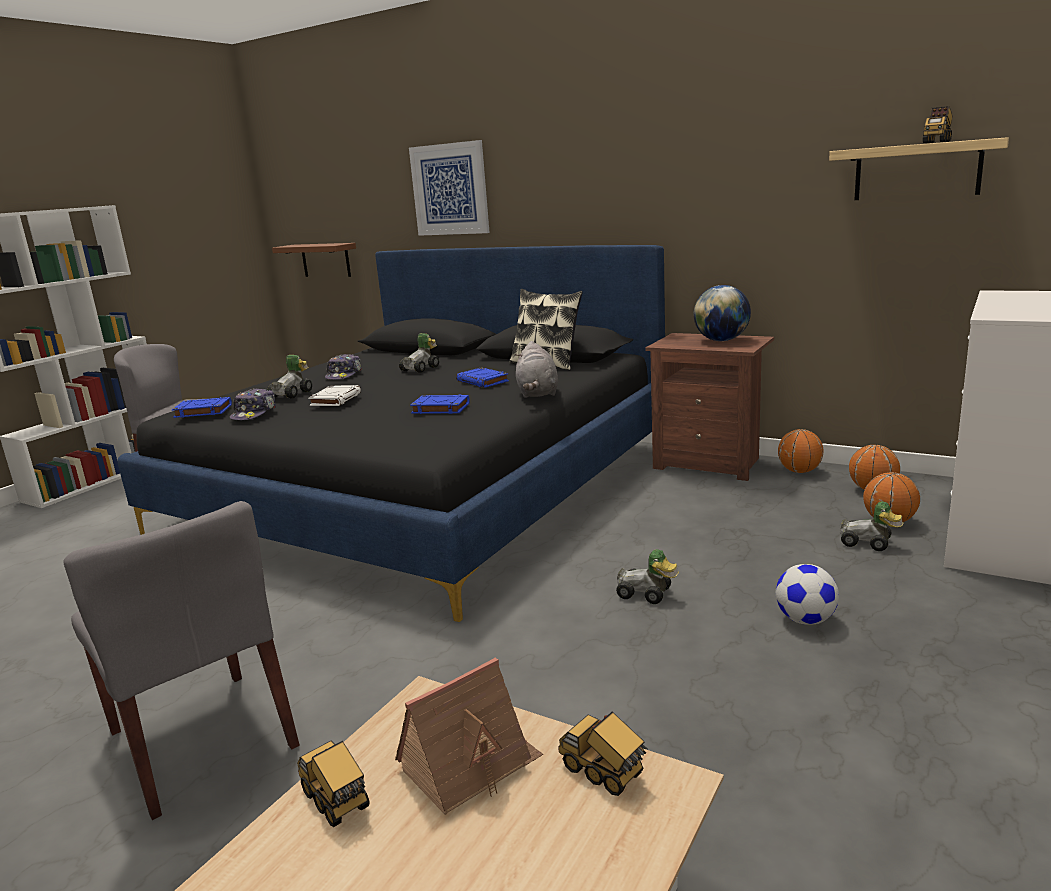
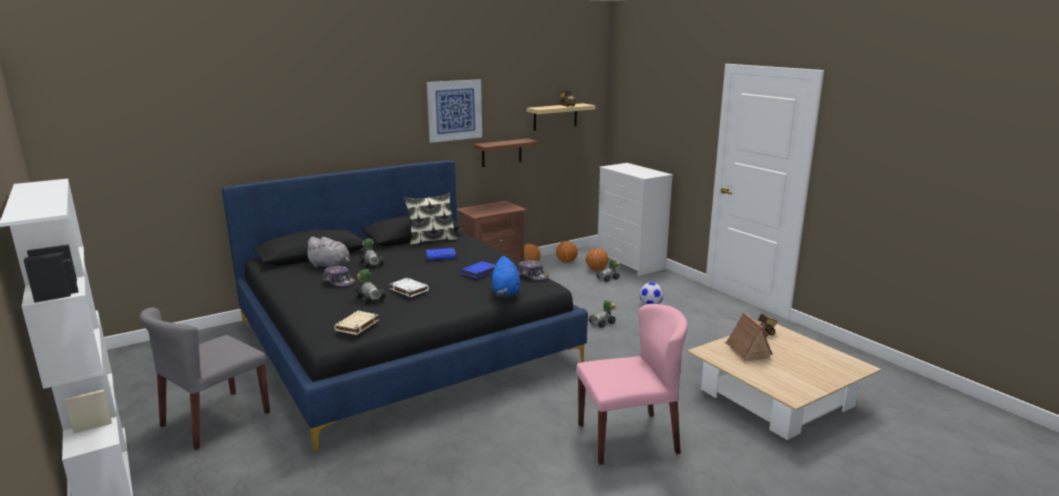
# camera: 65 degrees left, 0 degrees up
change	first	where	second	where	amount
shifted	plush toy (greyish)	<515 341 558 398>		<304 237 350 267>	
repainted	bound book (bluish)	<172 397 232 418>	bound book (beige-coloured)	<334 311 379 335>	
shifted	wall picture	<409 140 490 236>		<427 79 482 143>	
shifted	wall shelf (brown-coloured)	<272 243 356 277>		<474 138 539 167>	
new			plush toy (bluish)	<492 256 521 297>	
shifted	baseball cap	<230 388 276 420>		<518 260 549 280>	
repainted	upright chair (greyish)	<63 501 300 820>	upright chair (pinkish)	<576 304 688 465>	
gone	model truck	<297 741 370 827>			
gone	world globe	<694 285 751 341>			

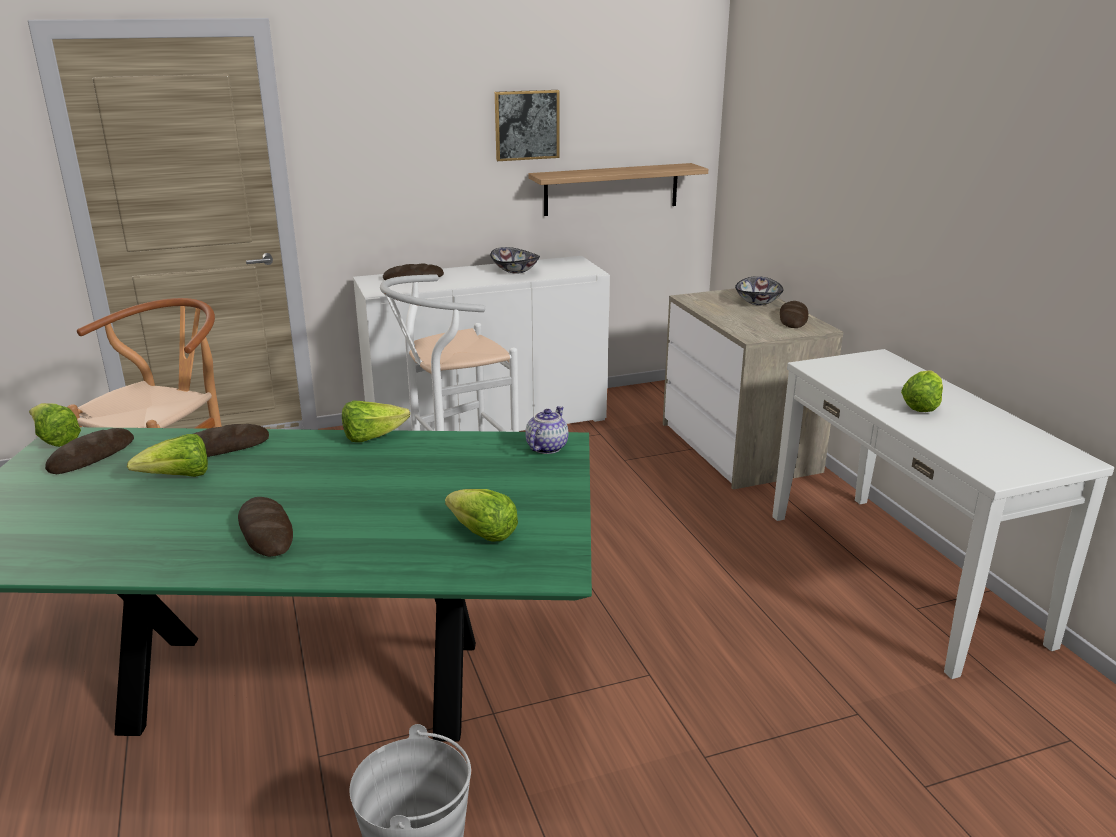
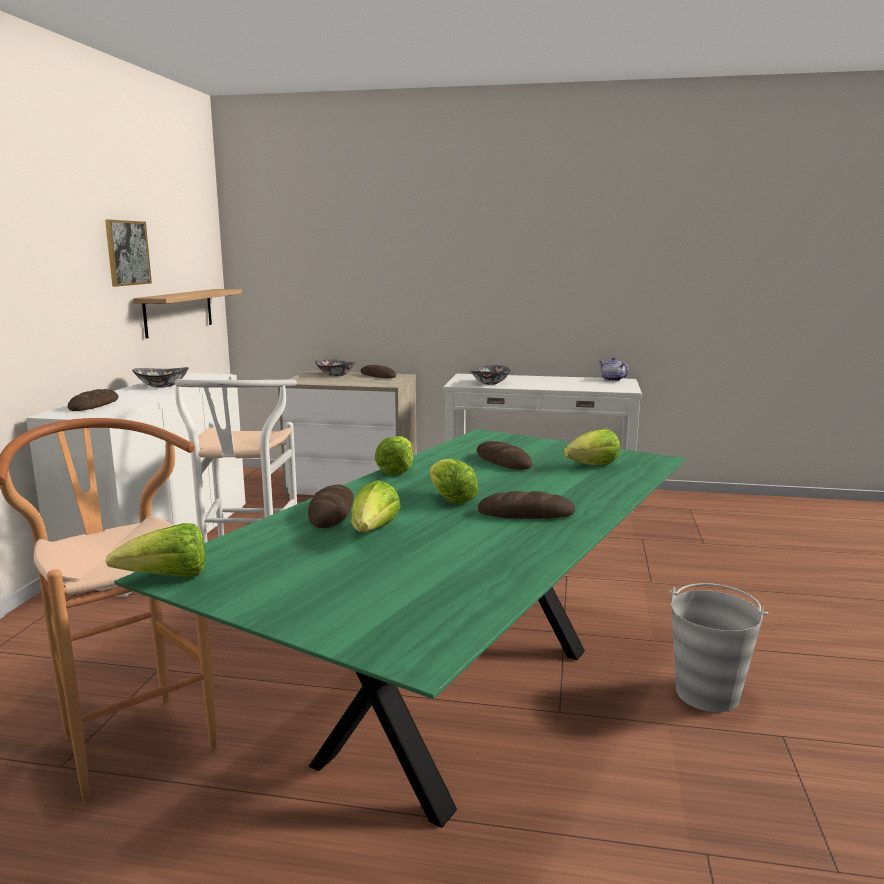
# camera: 60 degrees left, 10 degrees down
change	first	where	second	where	amount
shifted	head of lettuce	<901 371 943 412>		<430 459 478 504>	
new			serving bowl	<471 365 510 385>	
shifted	bread	<45 428 134 474>		<477 441 532 470>	
shifted	pot for tea	<525 406 569 454>		<599 357 629 381>	

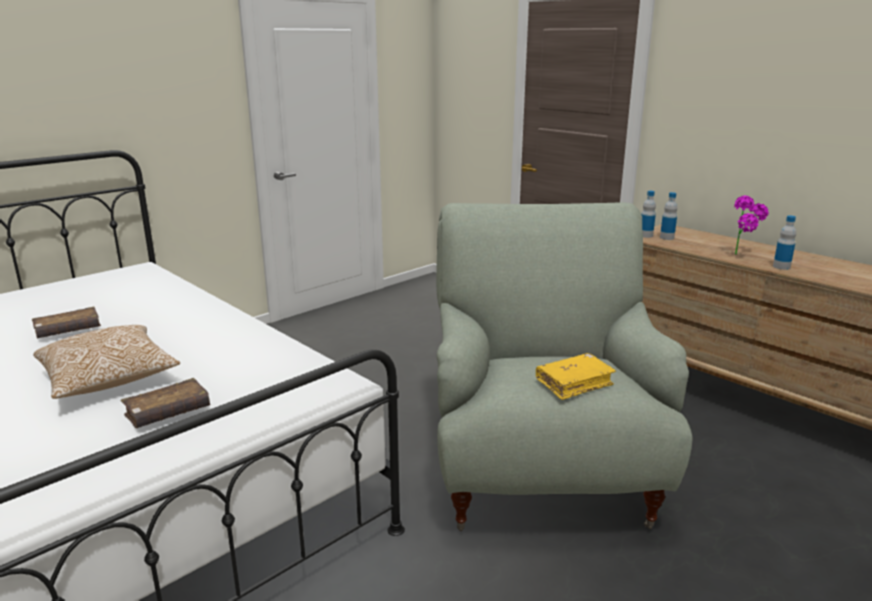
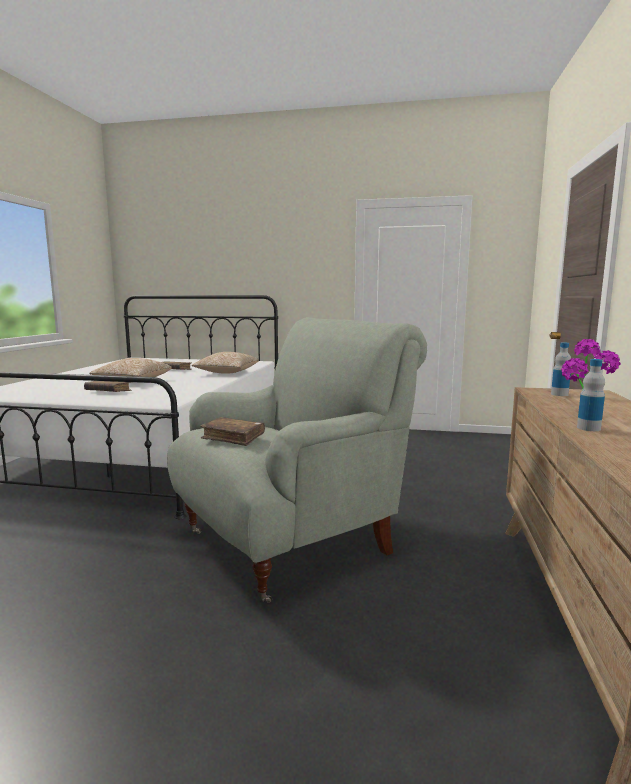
# camera: 55 degrees right, 10 degrees down
change	first	where	second	where	amount
new			throw pillow	<192 352 259 374>	
repainted	bound book (yellow)	<536 353 616 400>	bound book (brown-coloured)	<200 417 265 446>	
gone	beverage bottle	<641 191 656 238>			

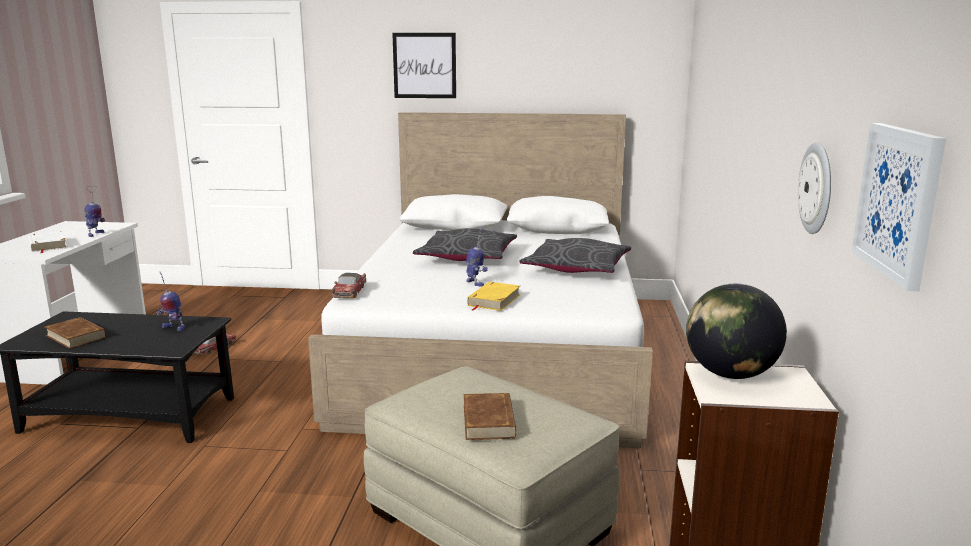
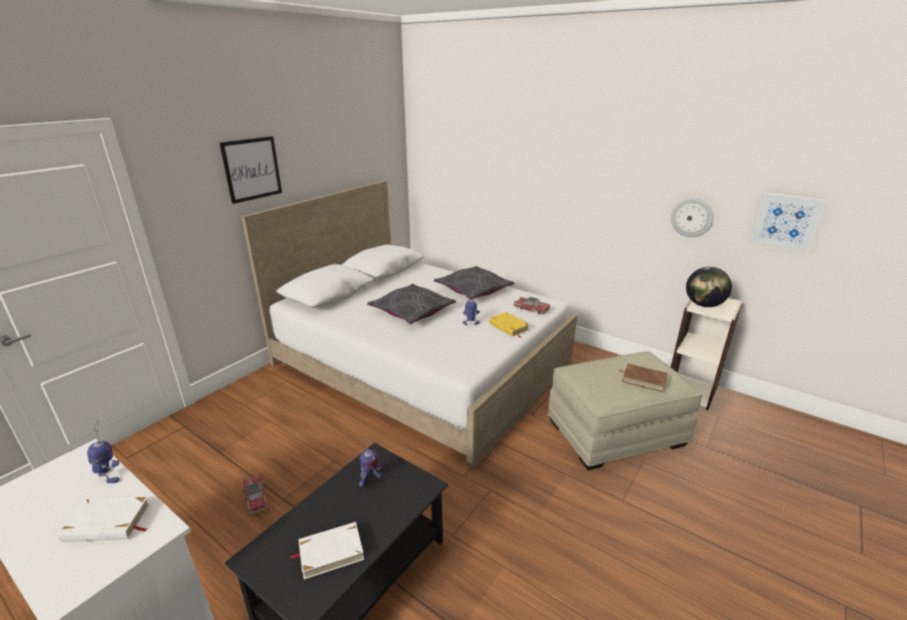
# camera: 60 degrees left, 10 degrees up
change	first	where	second	where	amount
repainted	bound book (brown-coloured)	<45 317 106 349>	bound book (white-coloured)	<290 522 364 579>	
shifted	toy car	<332 273 366 298>		<514 297 551 315>	

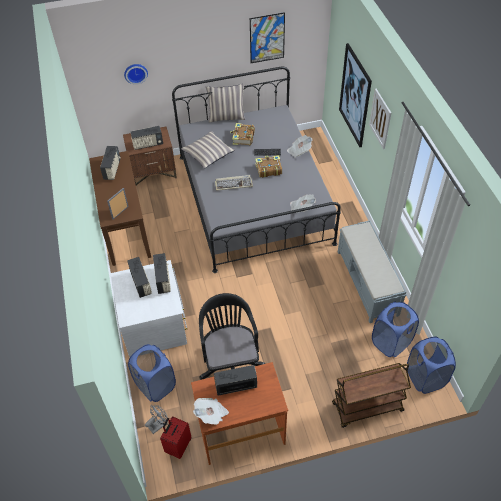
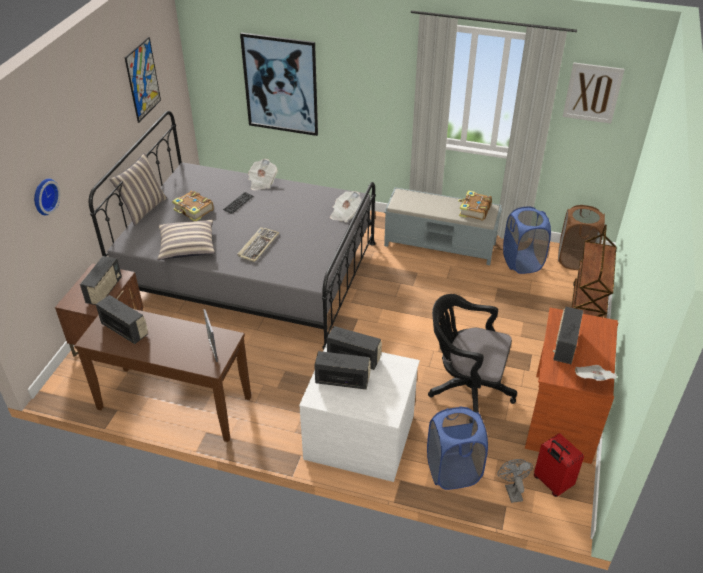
# camera: 60 degrees left, 10 degrees down
change	first	where	second	where	amount
shifted	bound book	<255 155 282 178>		<458 191 492 221>	
repainted	hamper (bluish)	<407 336 456 394>	hamper (brown-coloured)	<558 205 605 270>	
shifted	wall picture	<369 89 391 149>		<563 62 625 124>	

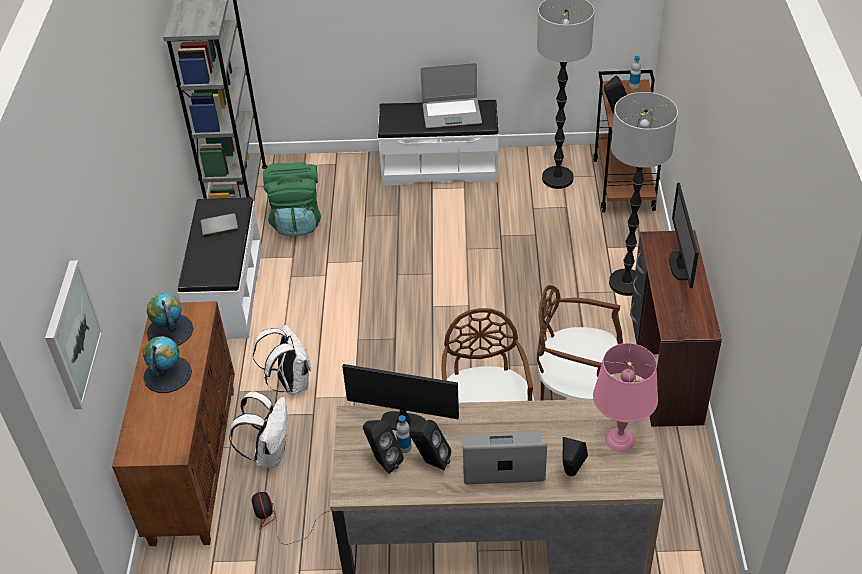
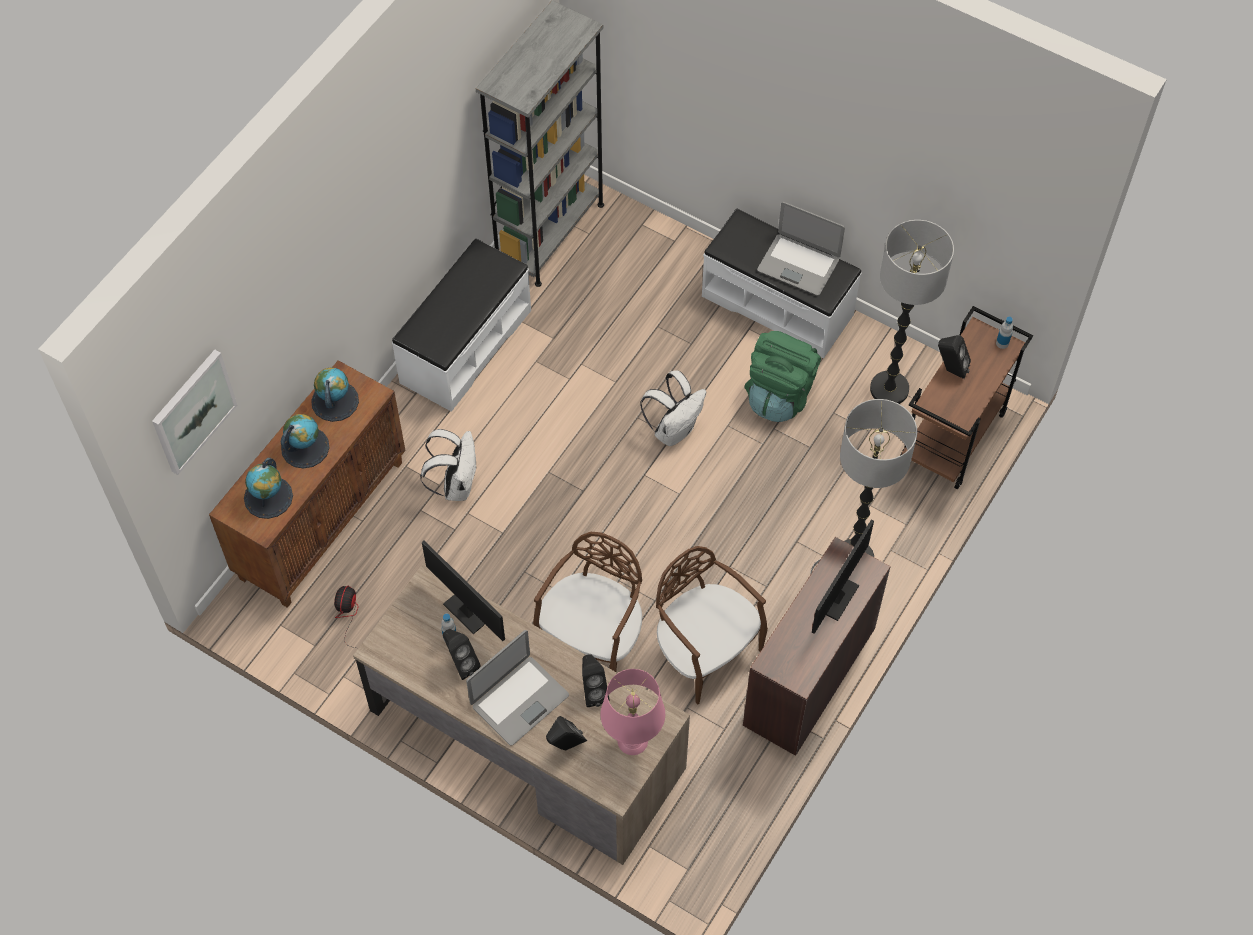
# camera: 30 degrees right, 15 degrees up
change	first	where	second	where	amount
new			world globe	<244 458 293 519>	
rotated	notebook computer	<462 432 547 484>		<466 630 569 745>	105 degrees clockwise
shifted	audio speaker (blackish)	<363 420 404 474>		<582 654 610 707>	
shifted	knapsack (white-coloured)	<229 391 288 468>		<640 370 707 446>	
shifted	knapsack (green)	<263 162 321 236>		<745 331 821 422>	
gone	bound book (greyish)	<200 213 239 238>			

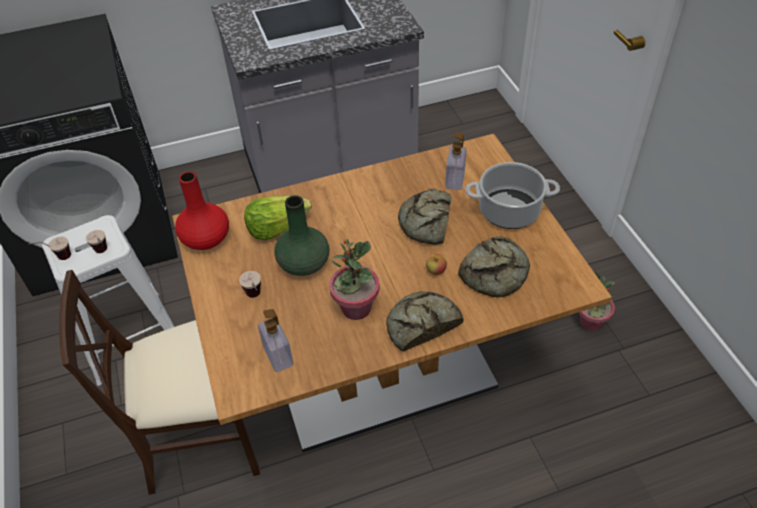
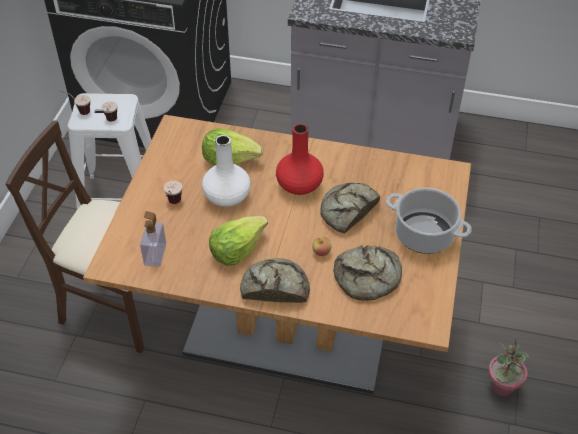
# camera: 30 degrees right, 0 degrees up
change	first	where	second	where	amount
repainted	decorative vase (green)	<274 195 329 276>	decorative vase (white-coloured)	<202 135 251 207>	
swapped	houseplant	<329 239 380 320>	head of lettuce	<209 216 268 266>	
shifted	decorative vase (reddish)	<175 171 229 250>		<276 124 324 195>	
gone	soap dispenser	<445 132 466 190>			

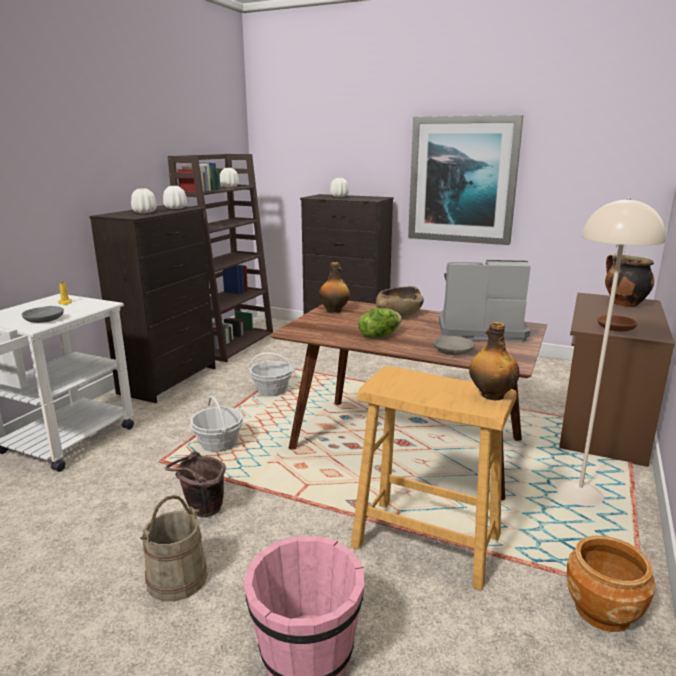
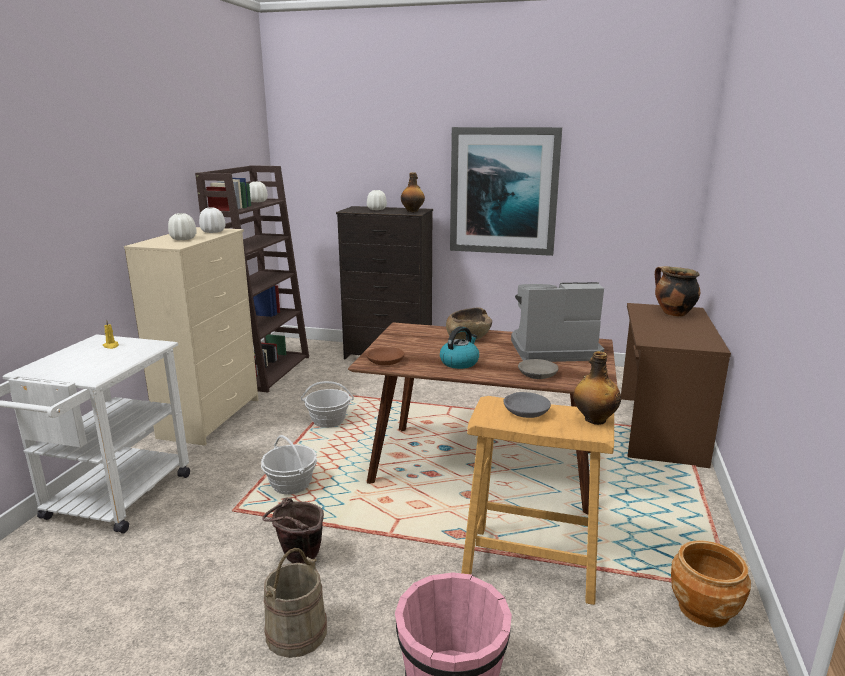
# camera: 10 degrees left, 0 degrees up
change	first	where	second	where	amount
repainted	chest of drawers (blackish)	<89 205 216 403>	chest of drawers (beige-coloured)	<124 227 258 446>	
shifted	serving bowl (brown-coloured)	<597 315 638 332>		<366 347 404 365>	
shifted	beverage bottle	<319 262 350 313>		<401 172 425 212>	
swapped	head of lettuce	<358 308 402 338>	tea kettle	<440 326 479 369>	
shifted	serving bowl (greyish)	<22 306 64 323>		<504 392 551 418>	
gone	standing lamp (beige-coloured)	<557 198 666 506>			

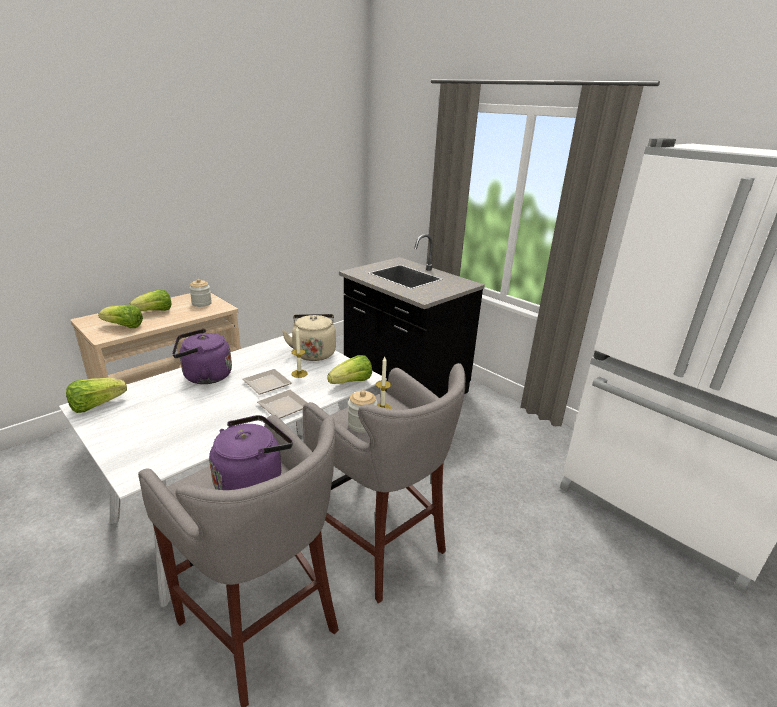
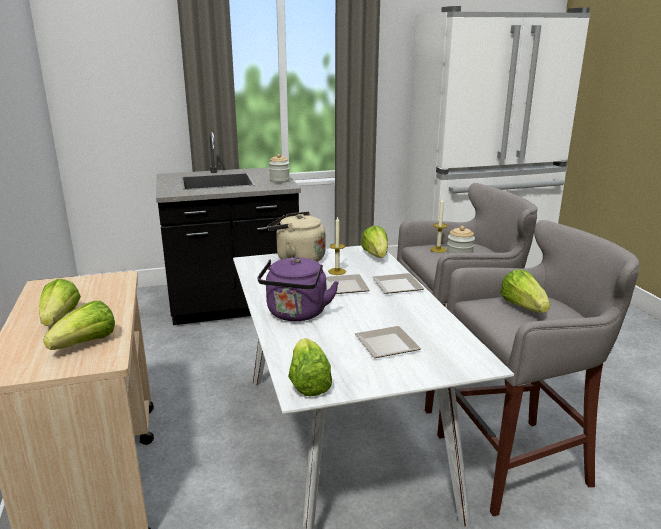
# camera: 60 degrees left, 5 degrees down
change	first	where	second	where	amount
shifted	preserve jar	<189 279 212 307>		<269 154 290 183>	
new			flat dish	<355 326 421 358>	
swapped	tea kettle (purple-coloured)	<209 415 293 490>	head of lettuce	<500 270 550 313>	

